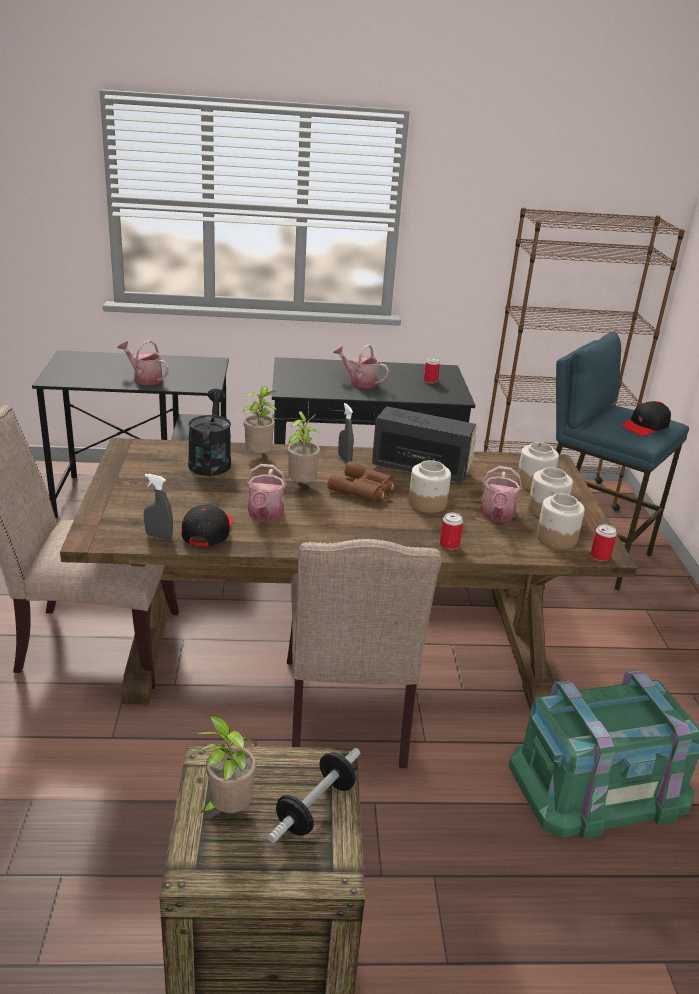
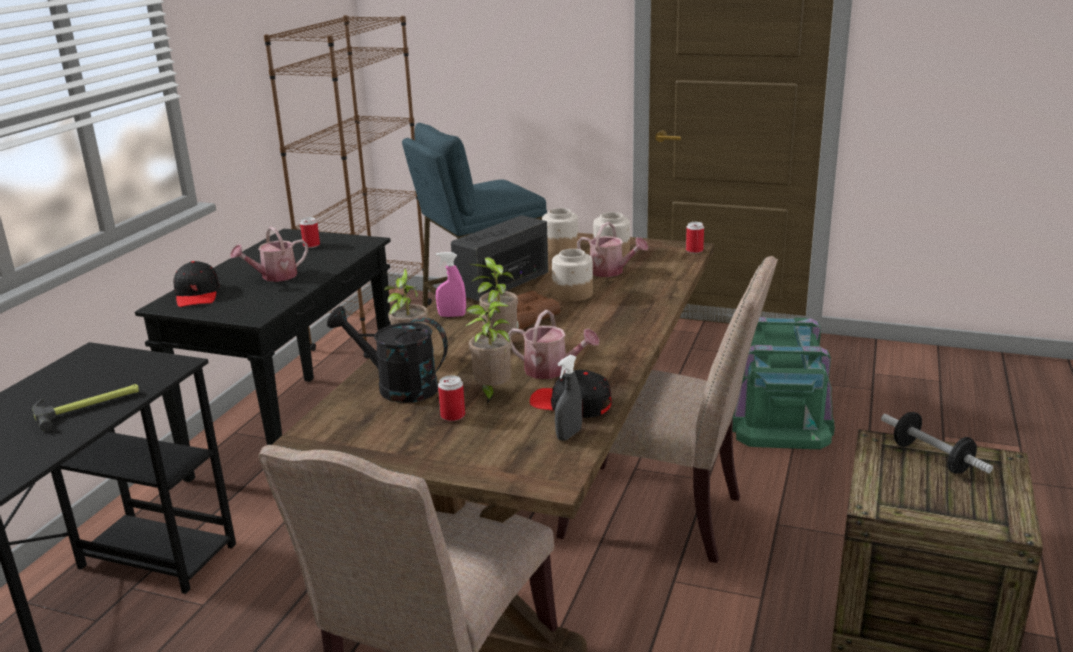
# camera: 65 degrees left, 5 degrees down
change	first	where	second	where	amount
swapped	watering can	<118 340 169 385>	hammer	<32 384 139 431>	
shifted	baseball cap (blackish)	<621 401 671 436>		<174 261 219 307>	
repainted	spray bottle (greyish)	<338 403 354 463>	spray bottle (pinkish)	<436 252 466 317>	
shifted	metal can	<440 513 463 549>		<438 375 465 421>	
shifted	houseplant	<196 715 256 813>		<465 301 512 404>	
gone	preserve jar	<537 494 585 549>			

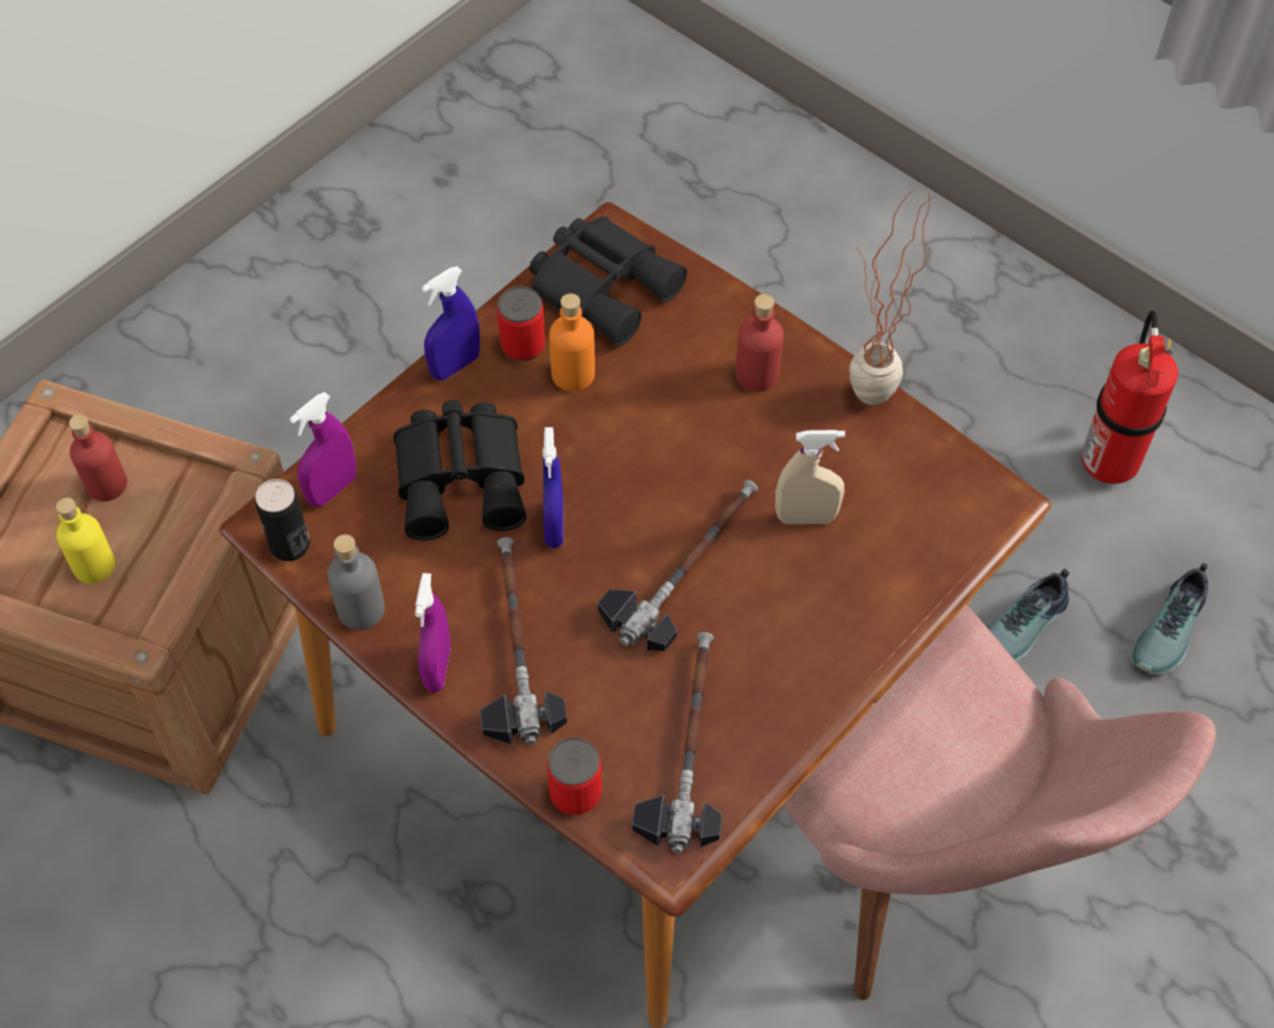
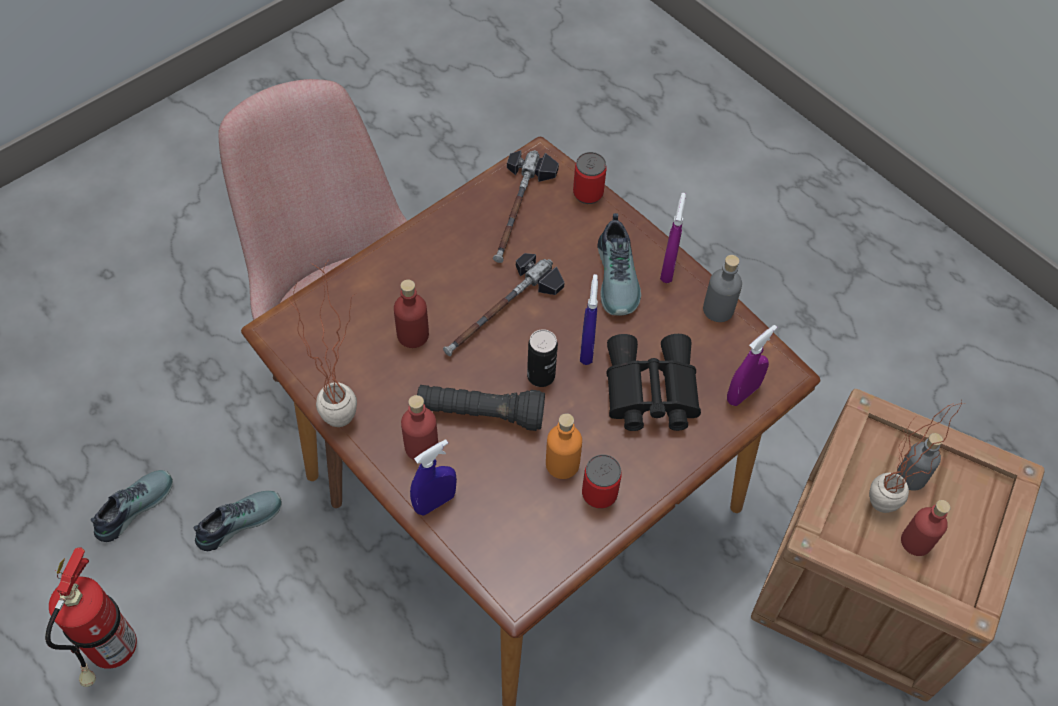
# camera: 175 degrees left, 0 degrees up
change	first	where	second	where	amount
swapped	spray bottle (beige-coloured)	<775 430 845 524>	beverage bottle (reddish)	<394 280 429 348>	
shifted	spray bottle (bluish)	<422 266 480 380>		<410 439 457 516>	
new			hand torch (blackish)	<417 385 545 431>	
shifted	metal can	<255 479 310 561>		<527 329 558 387>	
swapped	hammer	<480 537 567 745>	item of footwear	<597 213 641 316>	
new			houseplant	<869 400 964 513>	
repainted	beverage bottle (yellow)	<56 498 115 584>	beverage bottle (greyish)	<897 433 943 491>	
gone	pair of binoculars (blackish)	<529 216 687 346>			

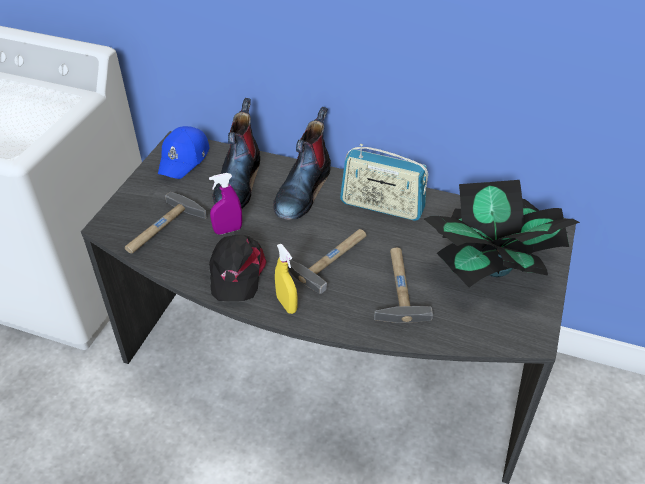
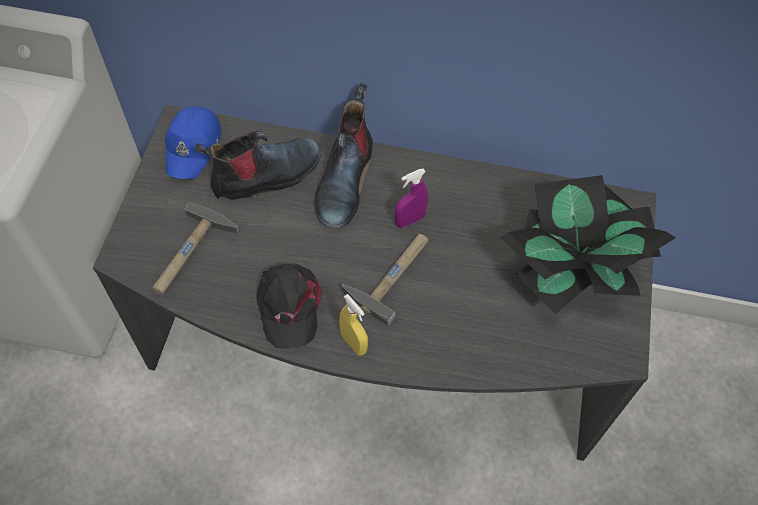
# camera: 10 degrees left, 15 degrees up
change	first	where	second	where	amount
rotated	tall boot	<212 98 260 209>		<195 130 321 199>	120 degrees counterclockwise
shifted	spray bottle (purple-coloured)	<209 173 242 235>		<395 169 428 228>	
gone	radio set	<340 144 428 221>			
gone	hammer	<374 248 433 323>			

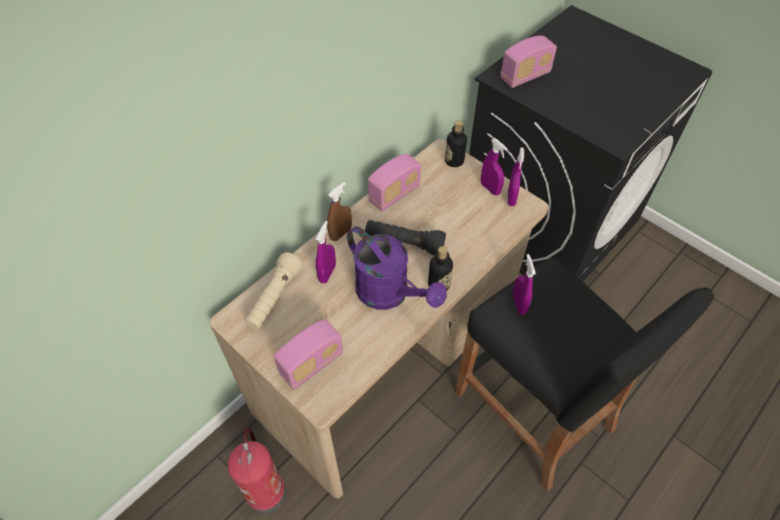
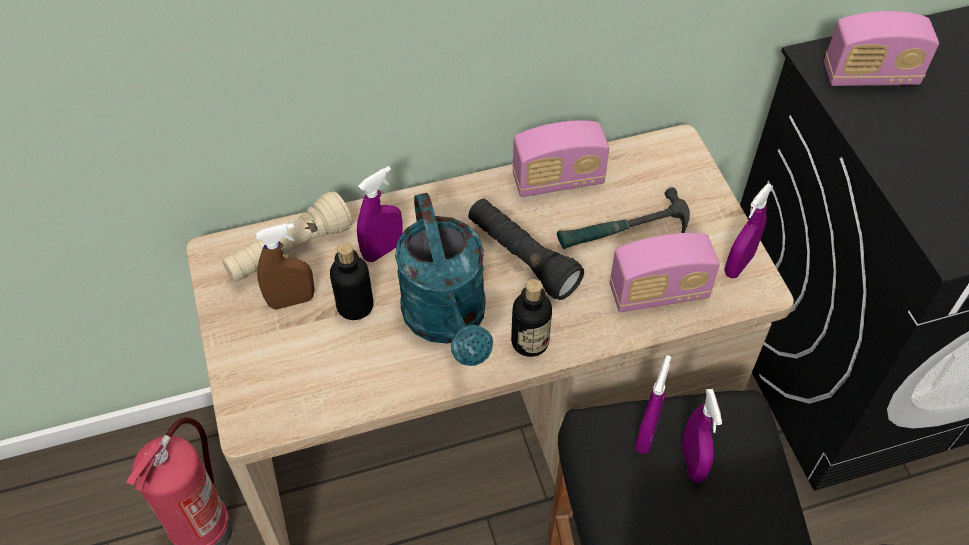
# camera: 30 degrees right, 0 degrees up
change	first	where	second	where	amount
shifted	spray bottle (brown-coloured)	<327 182 352 241>		<256 223 314 309>	
shifted	beverage bottle	<445 120 467 167>		<330 242 373 320>	
repainted	watering can (purple-coloured)	<347 226 447 310>	watering can (blue-green)	<395 193 493 366>	
new			hammer	<557 187 690 249>	
shifted	radio set	<274 319 343 390>		<610 233 720 312>	
shifted	spray bottle (purple-coloured)	<481 139 508 195>		<681 389 722 483>	

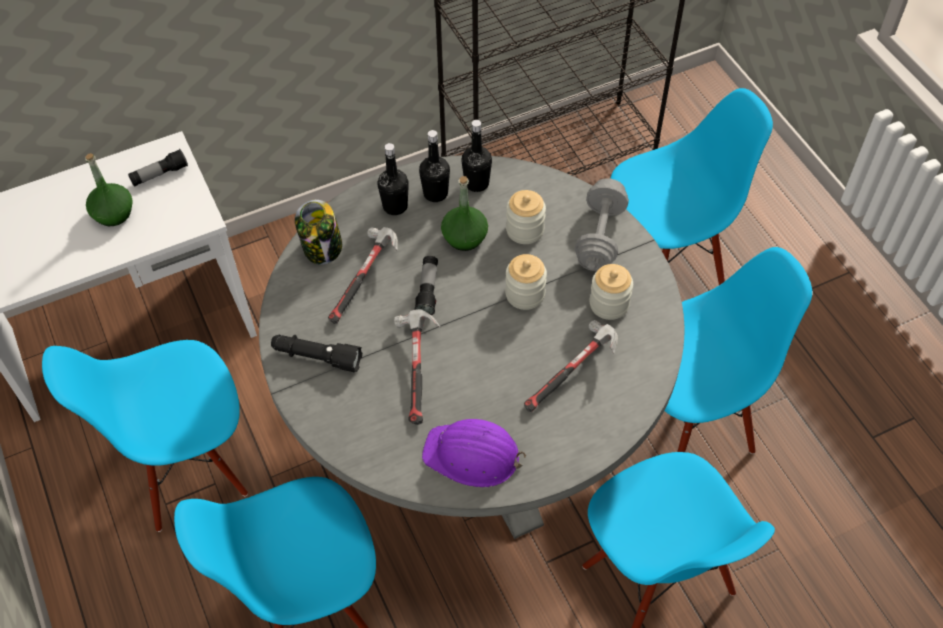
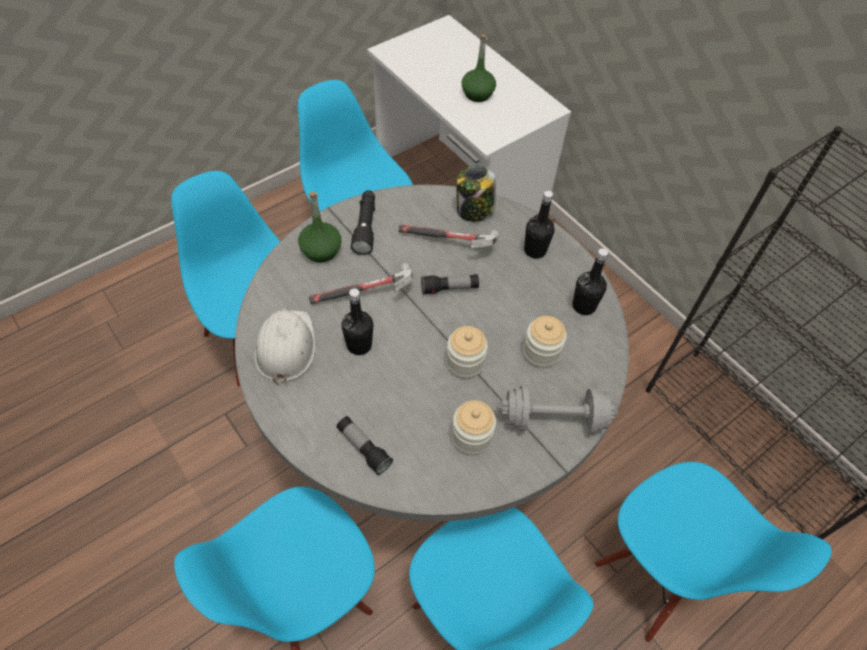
# camera: 75 degrees right, 0 degrees up
change	first	where	second	where	amount
repainted	work helmet (purple-coloured)	<422 419 526 487>	work helmet (white-coloured)	<254 308 315 385>	
shifted	beverage bottle (green)	<441 176 488 251>		<298 191 341 262>	
shifted	hand torch	<128 149 188 187>		<336 416 393 475>	
shifted	beverage bottle (blackish)	<419 130 450 202>		<341 289 373 355>	
gone	hammer	<524 320 618 412>			

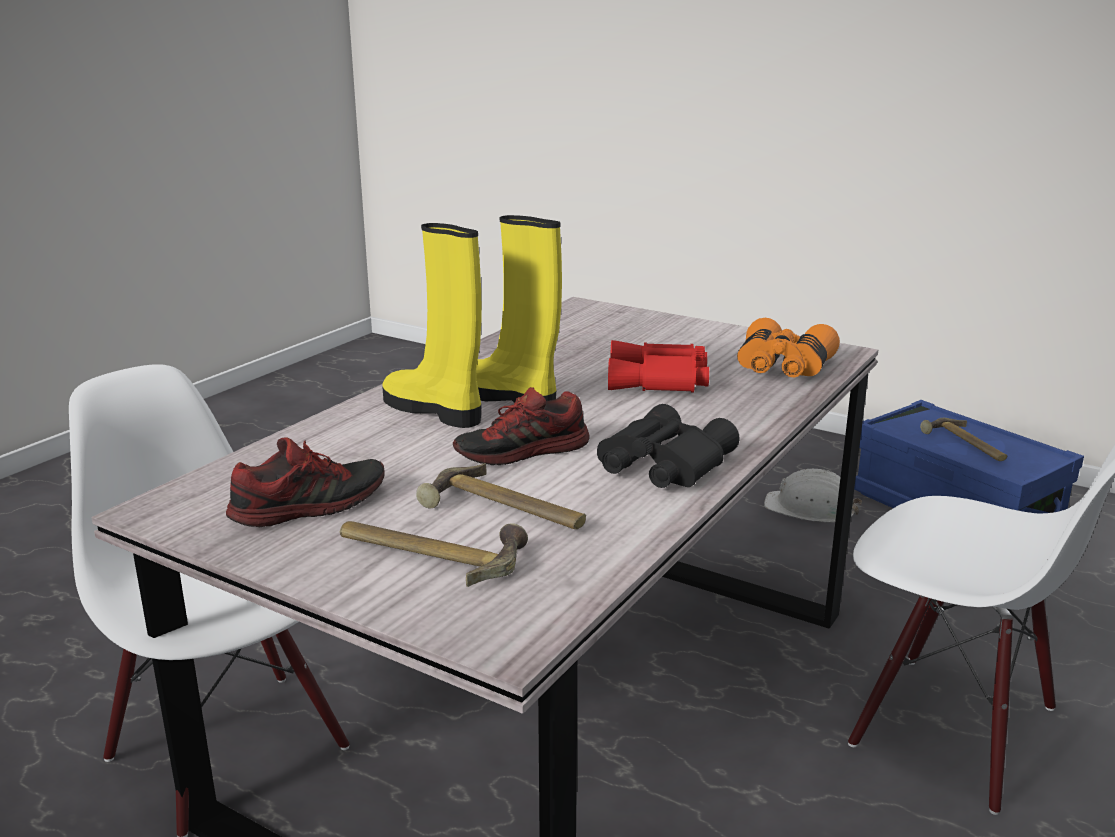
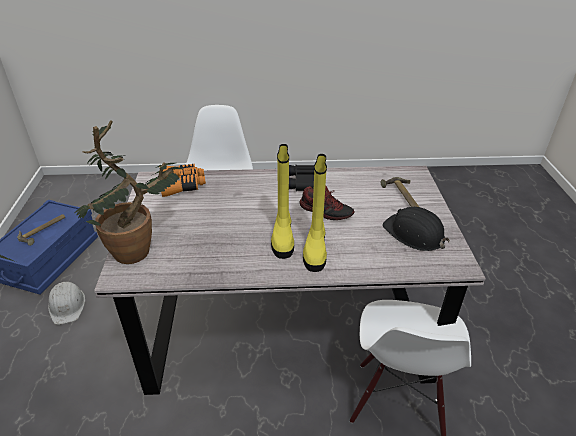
# camera: 125 degrees left, 15 degrees up
change	first	where	second	where	amount
new			houseplant	<75 120 183 264>	
swapped	item of footwear	<226 437 385 527>	work helmet (blackish)	<382 207 450 251>	
gone	hammer	<416 463 586 529>			
gone	pair of binoculars (reddish)	<608 340 709 393>			

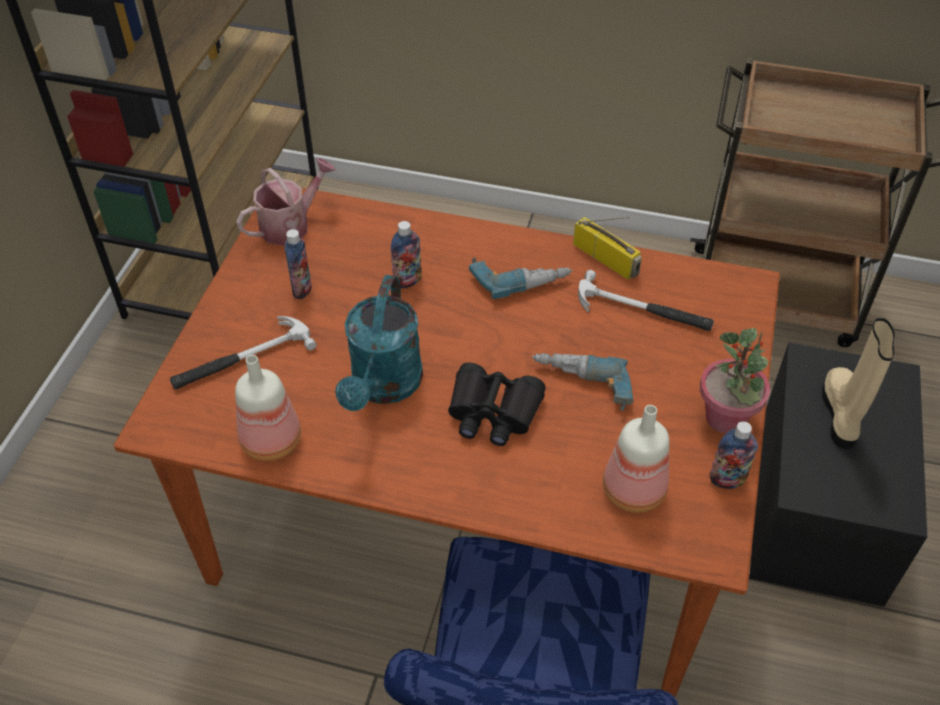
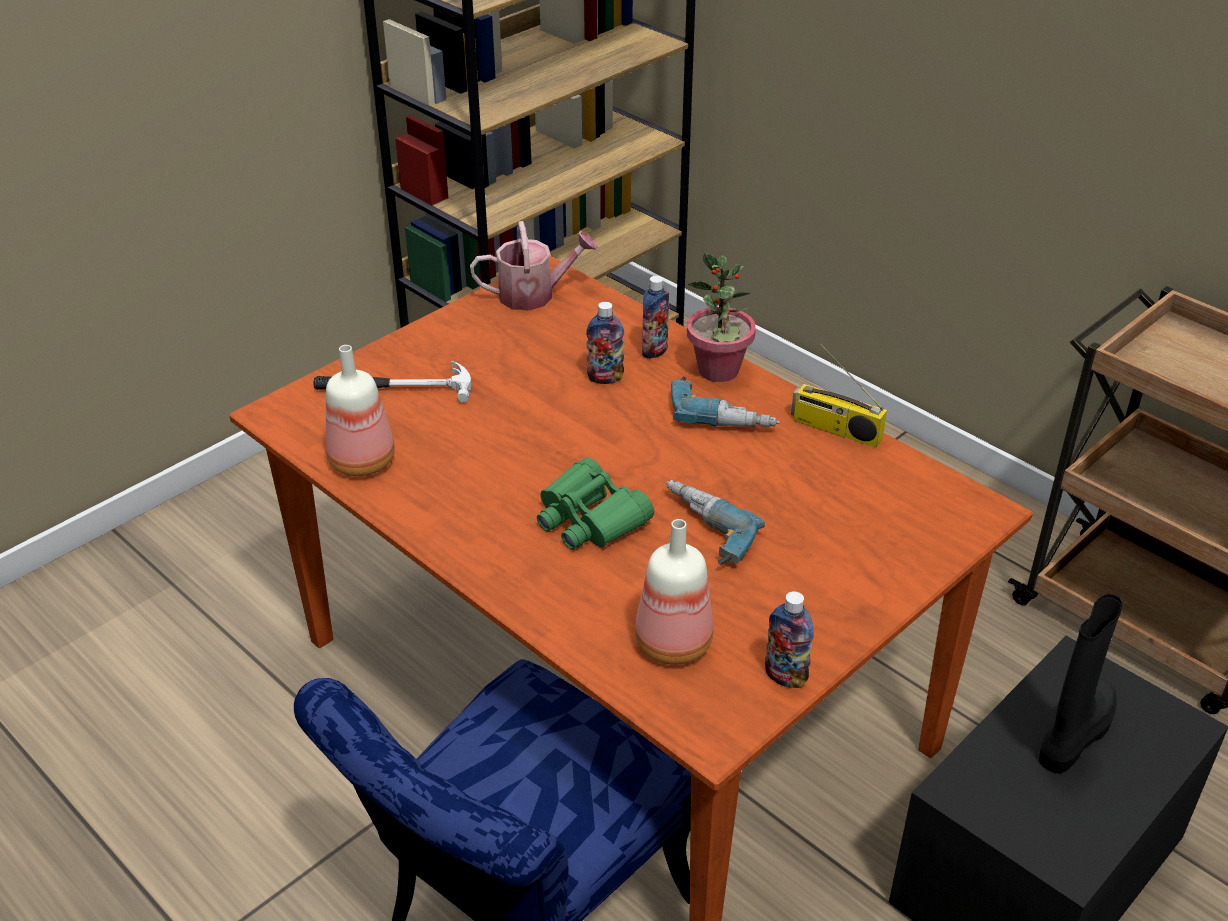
# camera: 30 degrees right, 10 degrees down
change	first	where	second	where	amount
repainted	pair of binoculars (blackish)	<448 363 546 446>	pair of binoculars (green)	<537 457 654 550>	
shifted	beverage bottle	<285 229 312 299>		<642 276 669 359>	
shifted	houseplant	<700 328 770 434>		<687 253 756 382>	
rotated	radio set	<573 217 642 280>		<791 344 887 448>	135 degrees clockwise
repainted	tall boot (beige-coloured)	<822 318 895 449>	tall boot (blackish)	<1039 594 1123 773>	
gone	watering can (blue-green)	<335 275 423 411>			
gone	hammer	<578 270 714 331>			

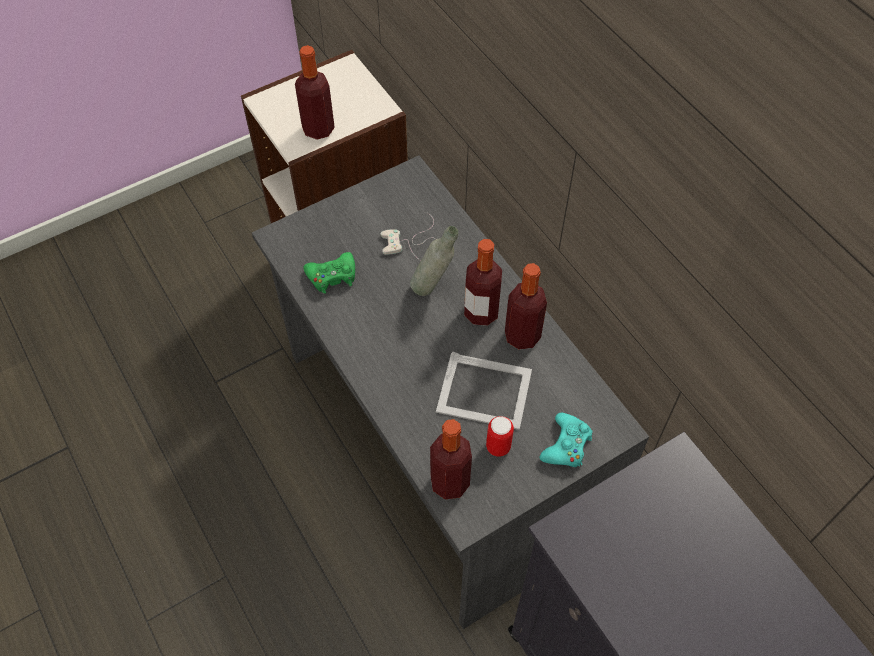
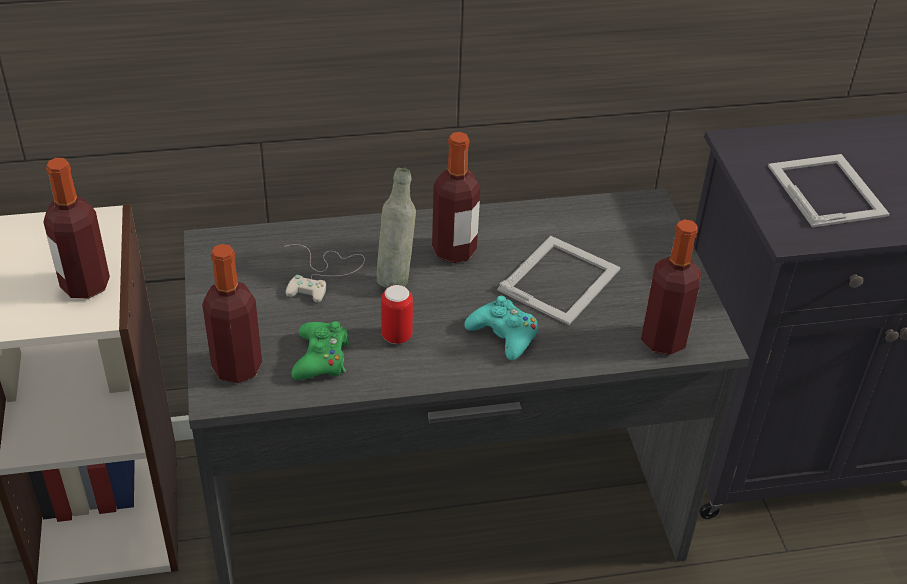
# camera: 70 degrees left, 15 degrees down
change	first	where	second	where	amount
shifted	beverage bottle	<505 263 547 350>		<202 244 262 383>	
shifted	metal can	<486 416 514 457>		<381 285 413 344>	
shifted	gamepad (blue-green)	<540 413 592 467>		<464 296 538 361>	
new			picture frame	<768 154 890 228>	

